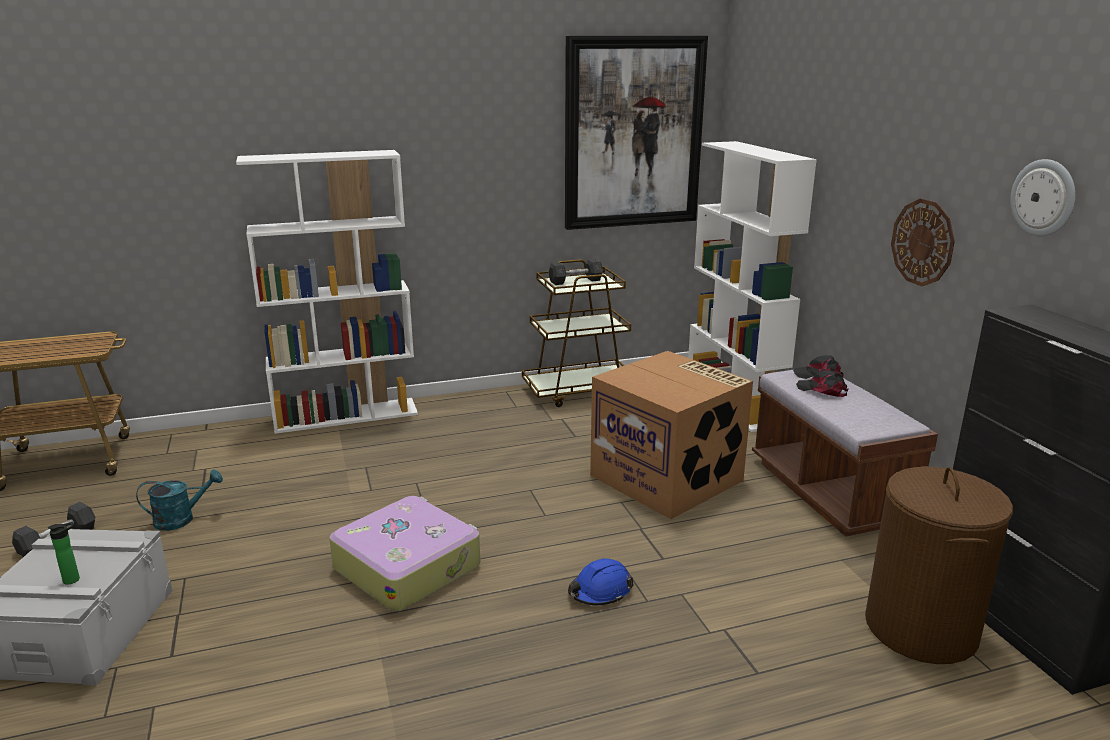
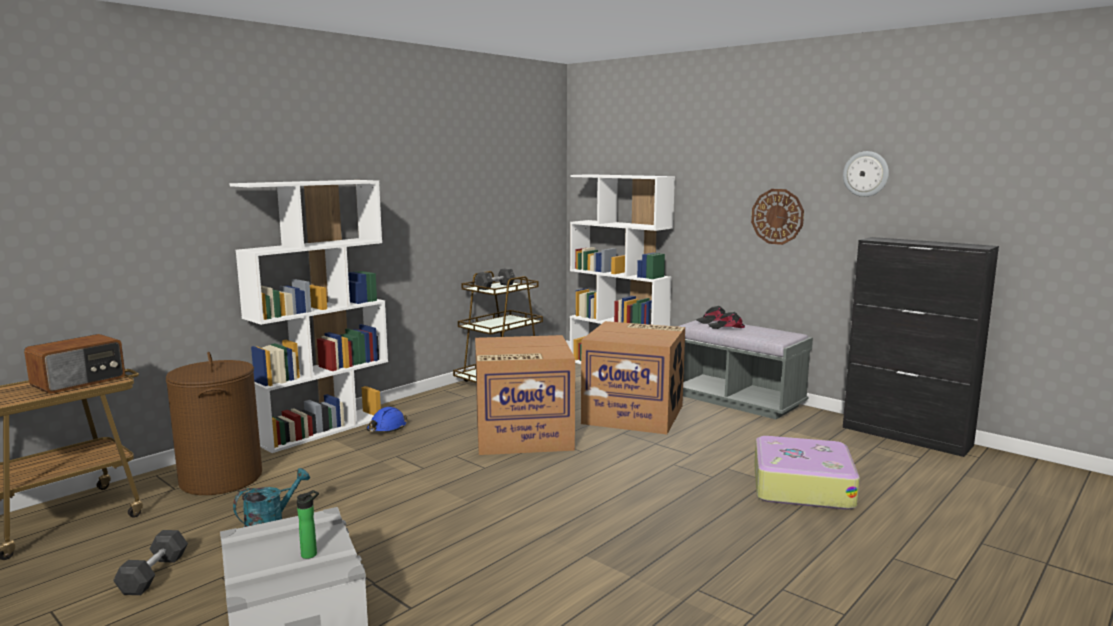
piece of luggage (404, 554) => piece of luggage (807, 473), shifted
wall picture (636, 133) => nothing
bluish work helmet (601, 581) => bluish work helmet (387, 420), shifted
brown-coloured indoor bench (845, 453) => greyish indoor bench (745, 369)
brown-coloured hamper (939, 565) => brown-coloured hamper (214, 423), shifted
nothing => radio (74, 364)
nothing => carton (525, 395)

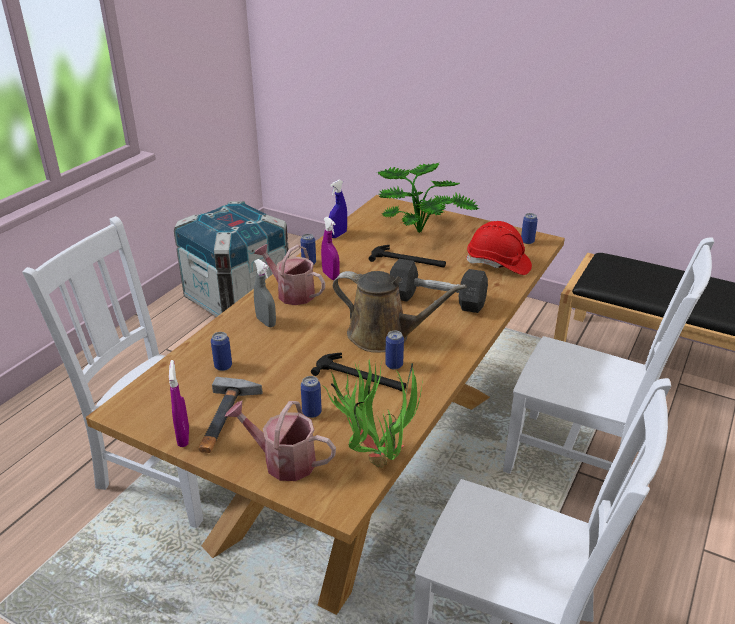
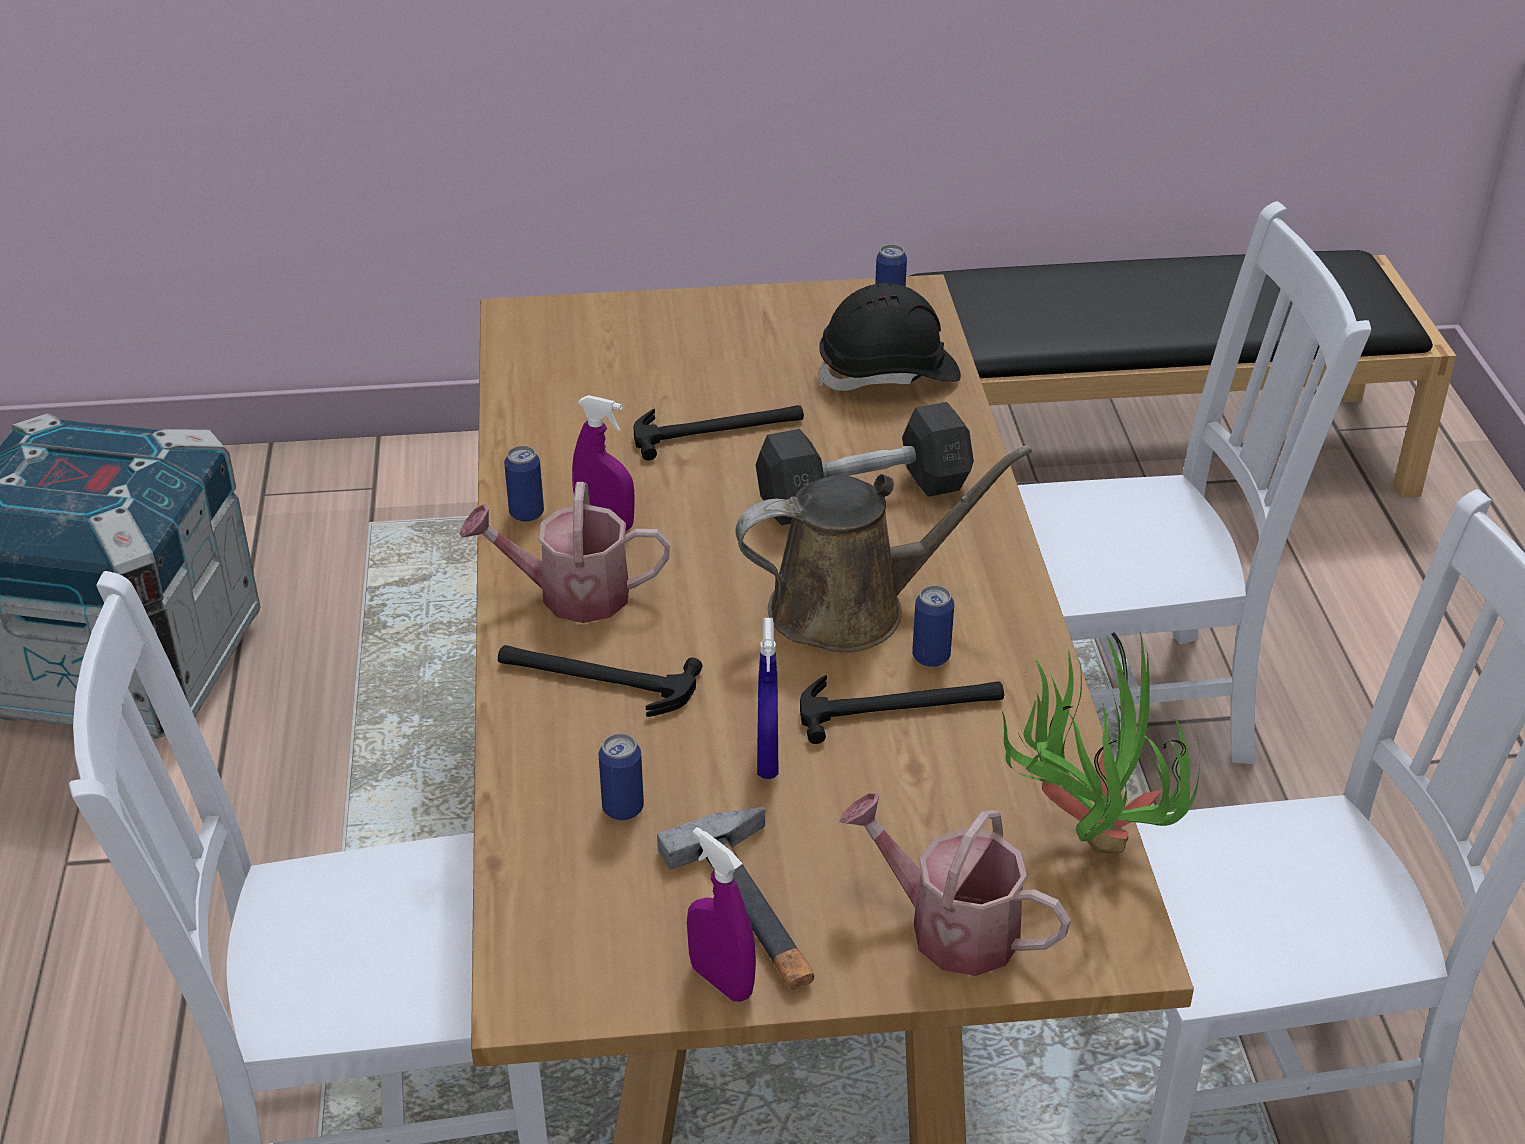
watering pot (280, 441) => watering pot (955, 884), 45 degrees clockwise
greyish sprayer (265, 293) => hammer (600, 681)
metal can (311, 397) => nothing
bluish sprayer (338, 209) => bluish sprayer (767, 698), shifted
plant in a pot (428, 197) => nothing
red work helmet (499, 248) => black-coloured work helmet (890, 337)

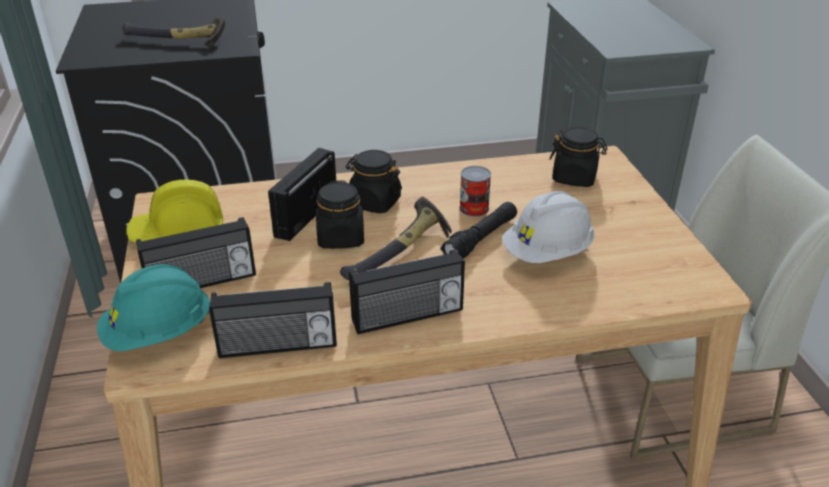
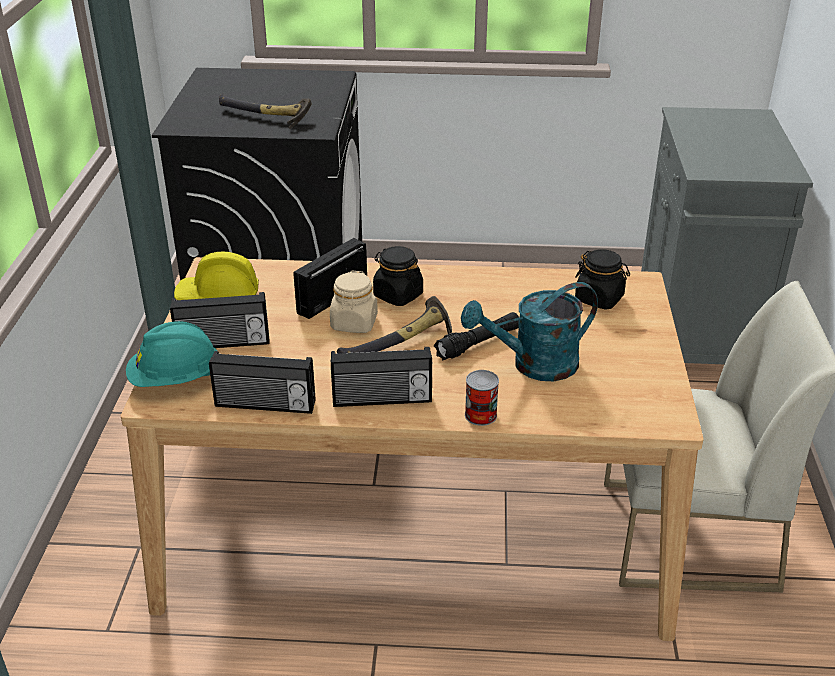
black-coloured jar (340, 214) => beige jar (354, 301)
metal can (475, 191) => metal can (482, 398), shifted
white work helmet (548, 227) => turquoise-coloured watering pot (529, 331)

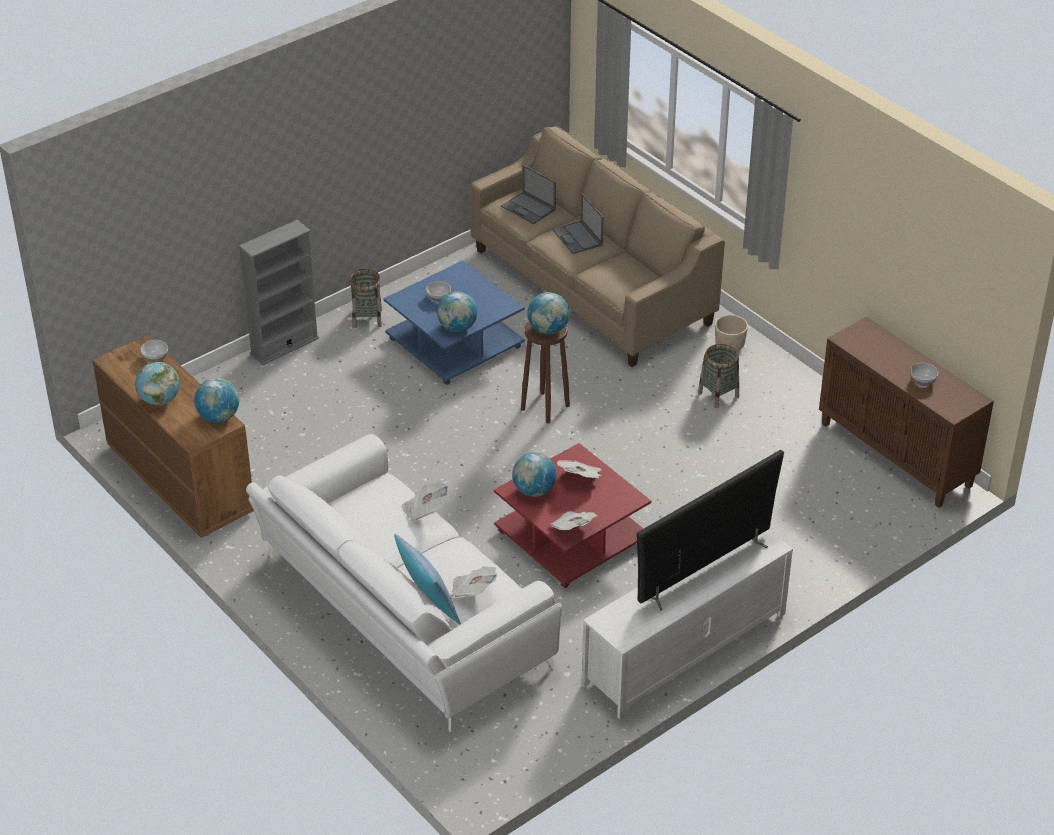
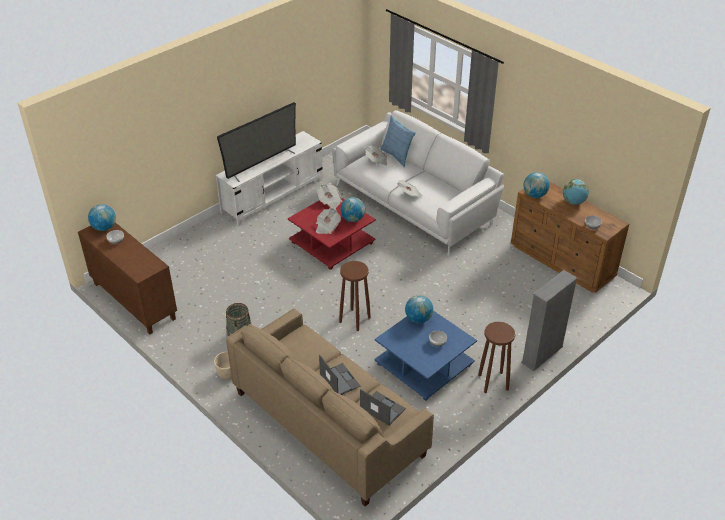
storage basket (365, 298) => brown-coloured stool (496, 357)
globe (548, 313) => globe (102, 217), shifted

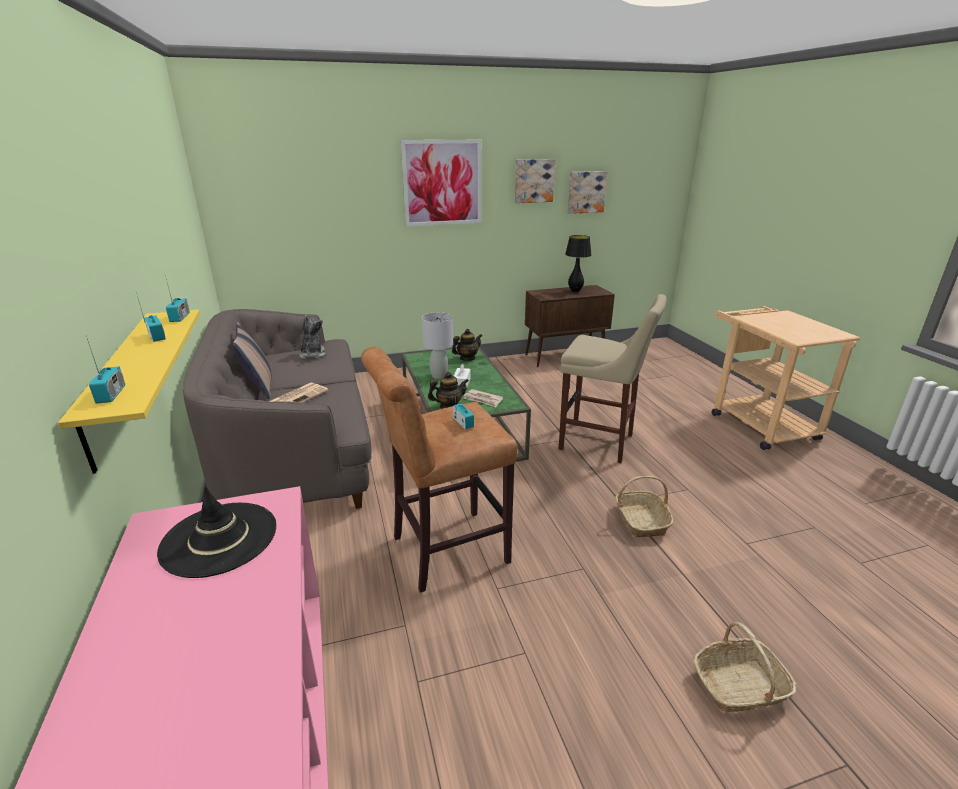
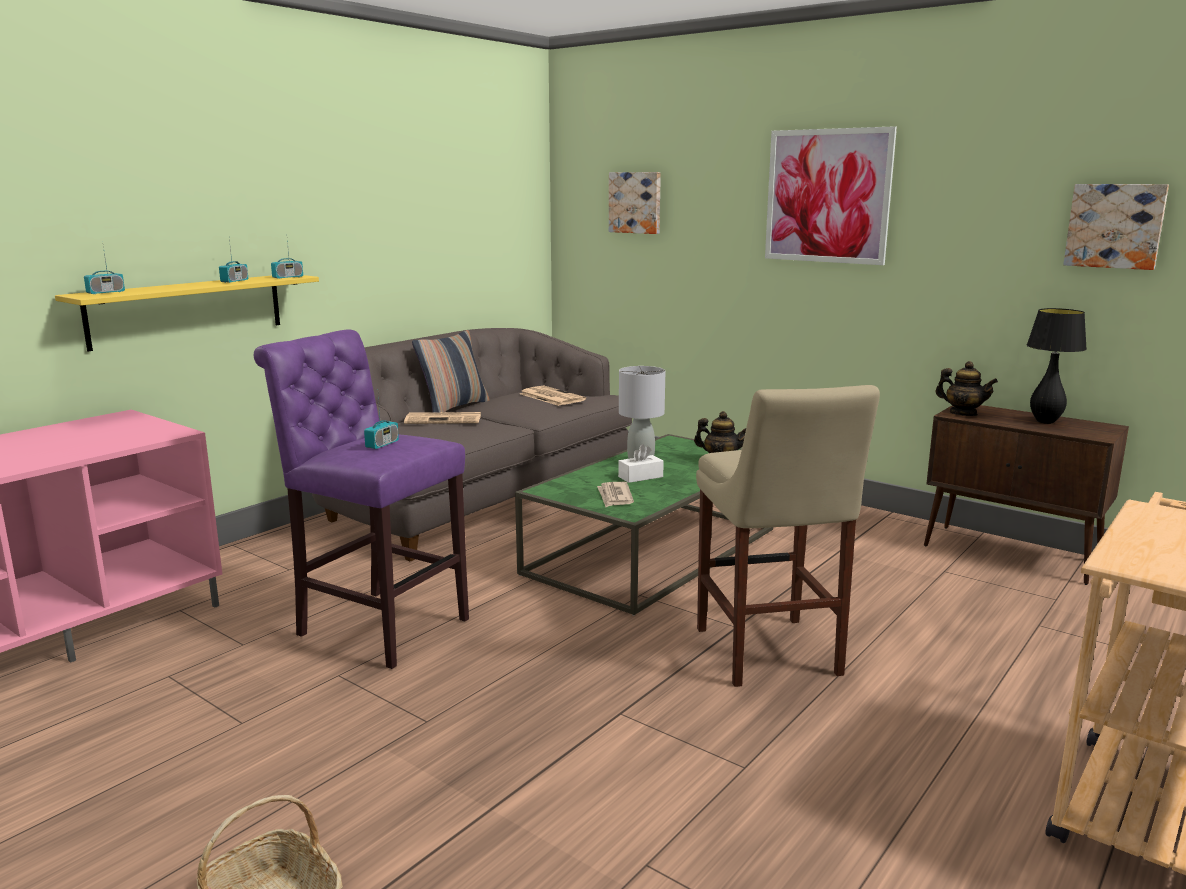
black-coloured clothing hat (216, 532) => nothing
cuddly toy (312, 337) => newspaper (553, 396)
brown-coloured stool (439, 470) => purple-coloured stool (361, 499)
teapot (448, 390) => teapot (966, 388), shifted
wall picture (535, 181) => wall picture (635, 203), shifted
storage basket (644, 507) => nothing

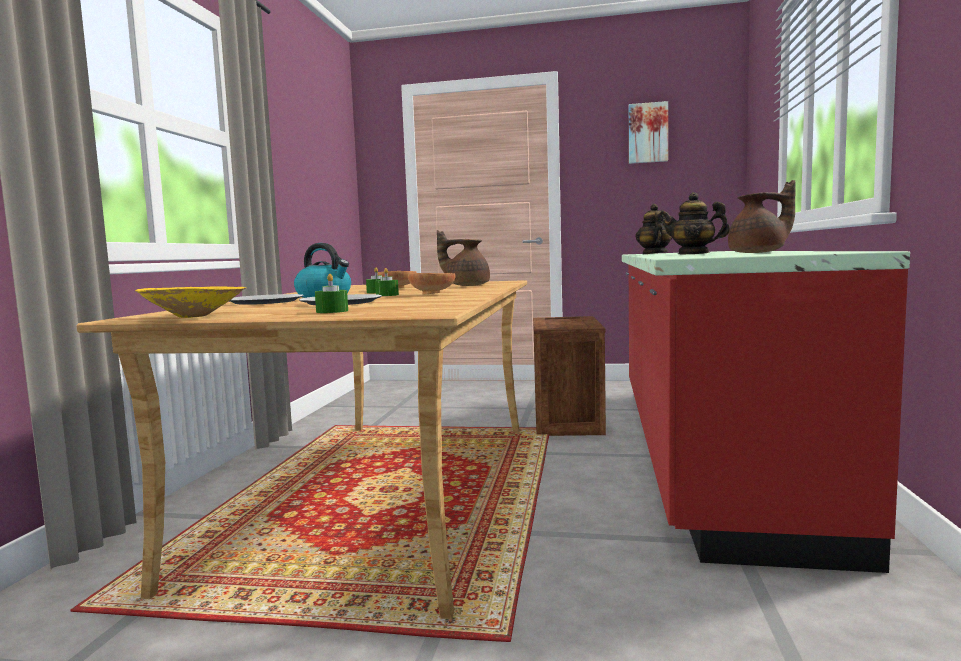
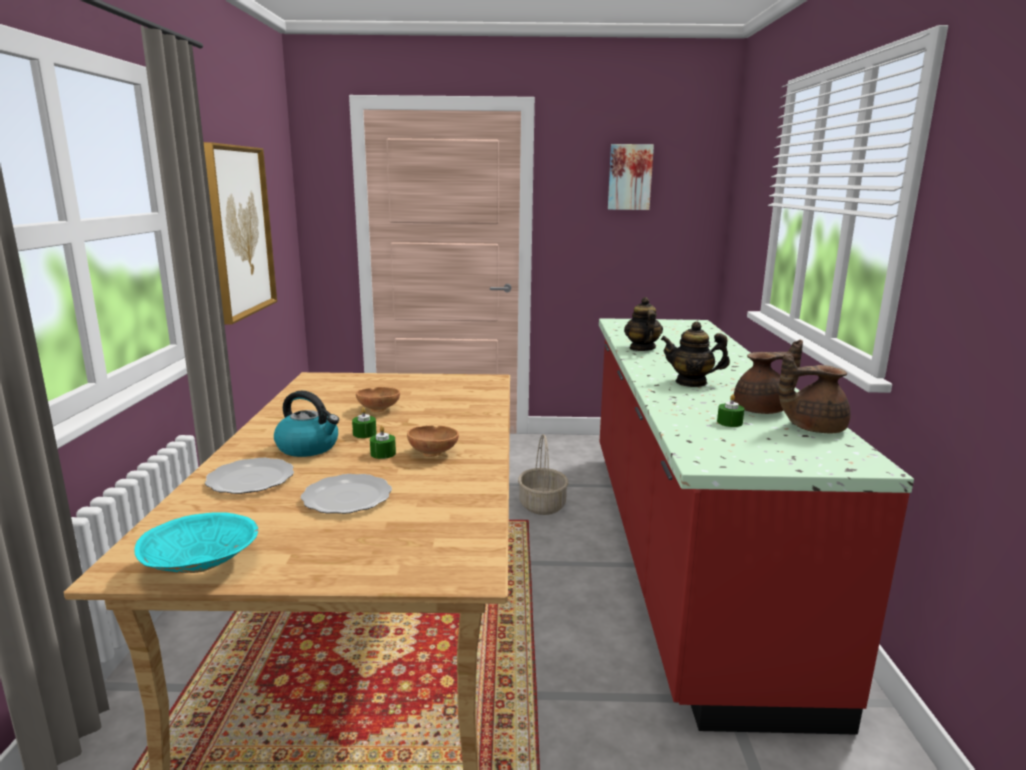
yellow deep dish (190, 302) => turquoise-coloured deep dish (196, 542)
greenish wax light (331, 293) => greenish wax light (730, 410), shifted
brown-coloured teapot (463, 258) => brown-coloured teapot (815, 394), shifted
packing crate (569, 376) => storage basket (543, 474)
nothing => wall picture (240, 233)

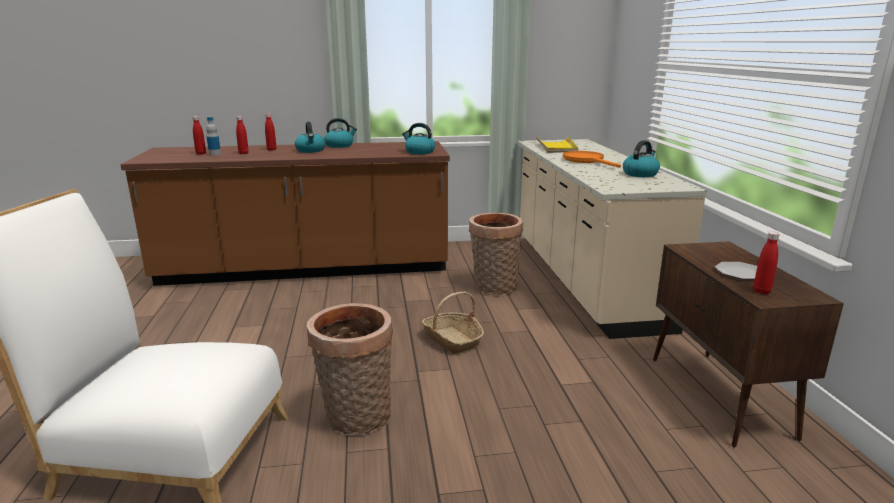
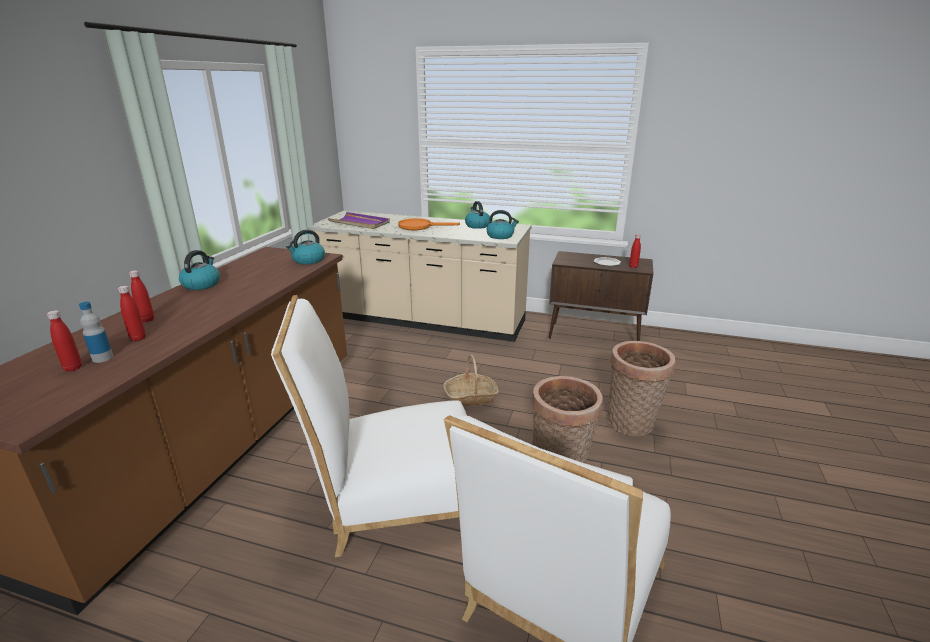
tea kettle (310, 137) => tea kettle (503, 224), shifted
storage basket (496, 253) => storage basket (641, 388), shifted
yellow tray (557, 145) => purple-coloured tray (359, 220)
nothing => white plain chair (369, 426)

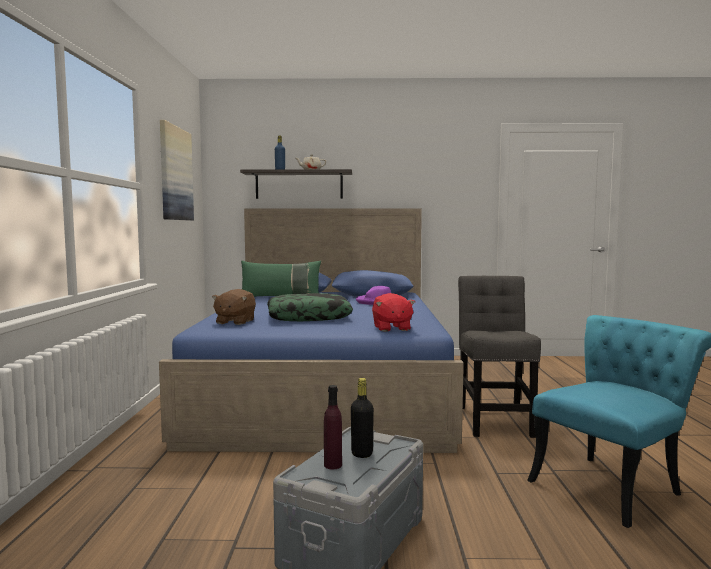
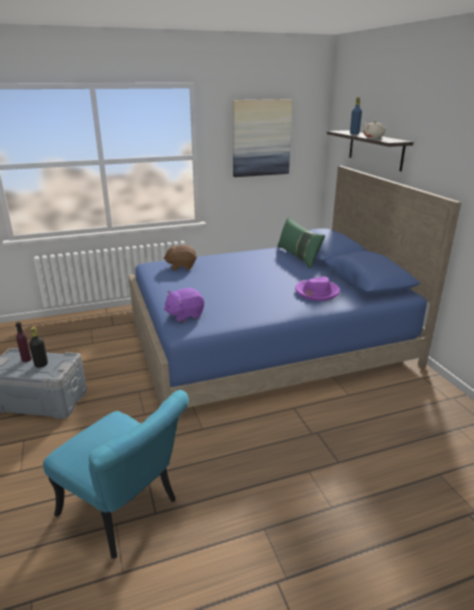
throw pillow (310, 307) => nothing
red cuddly toy (393, 312) => purple-coloured cuddly toy (184, 305)
greyish plain chair (499, 357) => nothing

